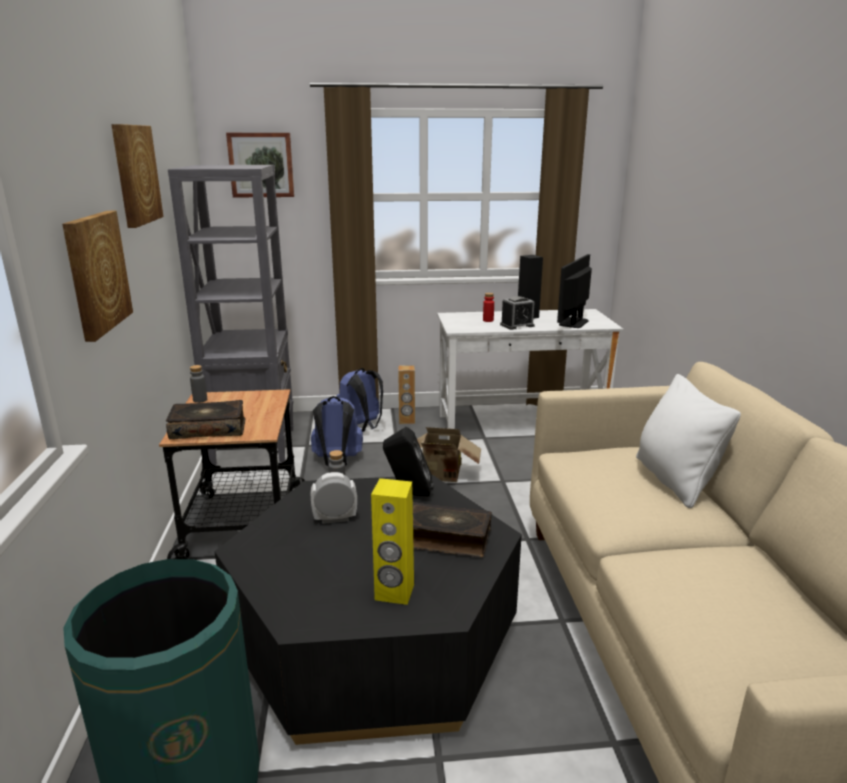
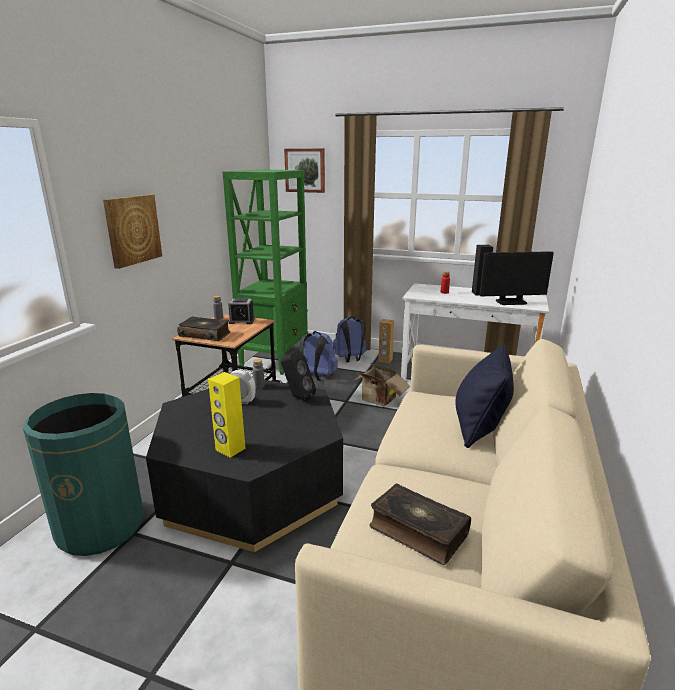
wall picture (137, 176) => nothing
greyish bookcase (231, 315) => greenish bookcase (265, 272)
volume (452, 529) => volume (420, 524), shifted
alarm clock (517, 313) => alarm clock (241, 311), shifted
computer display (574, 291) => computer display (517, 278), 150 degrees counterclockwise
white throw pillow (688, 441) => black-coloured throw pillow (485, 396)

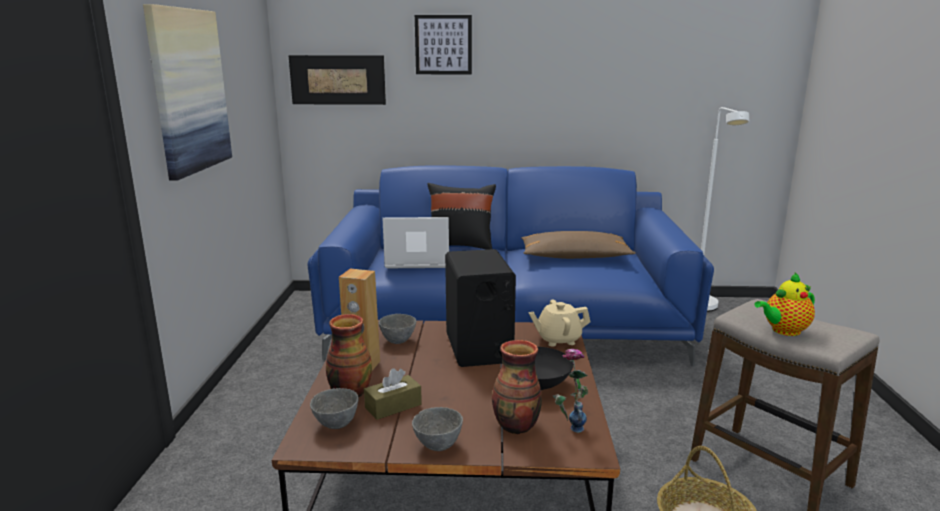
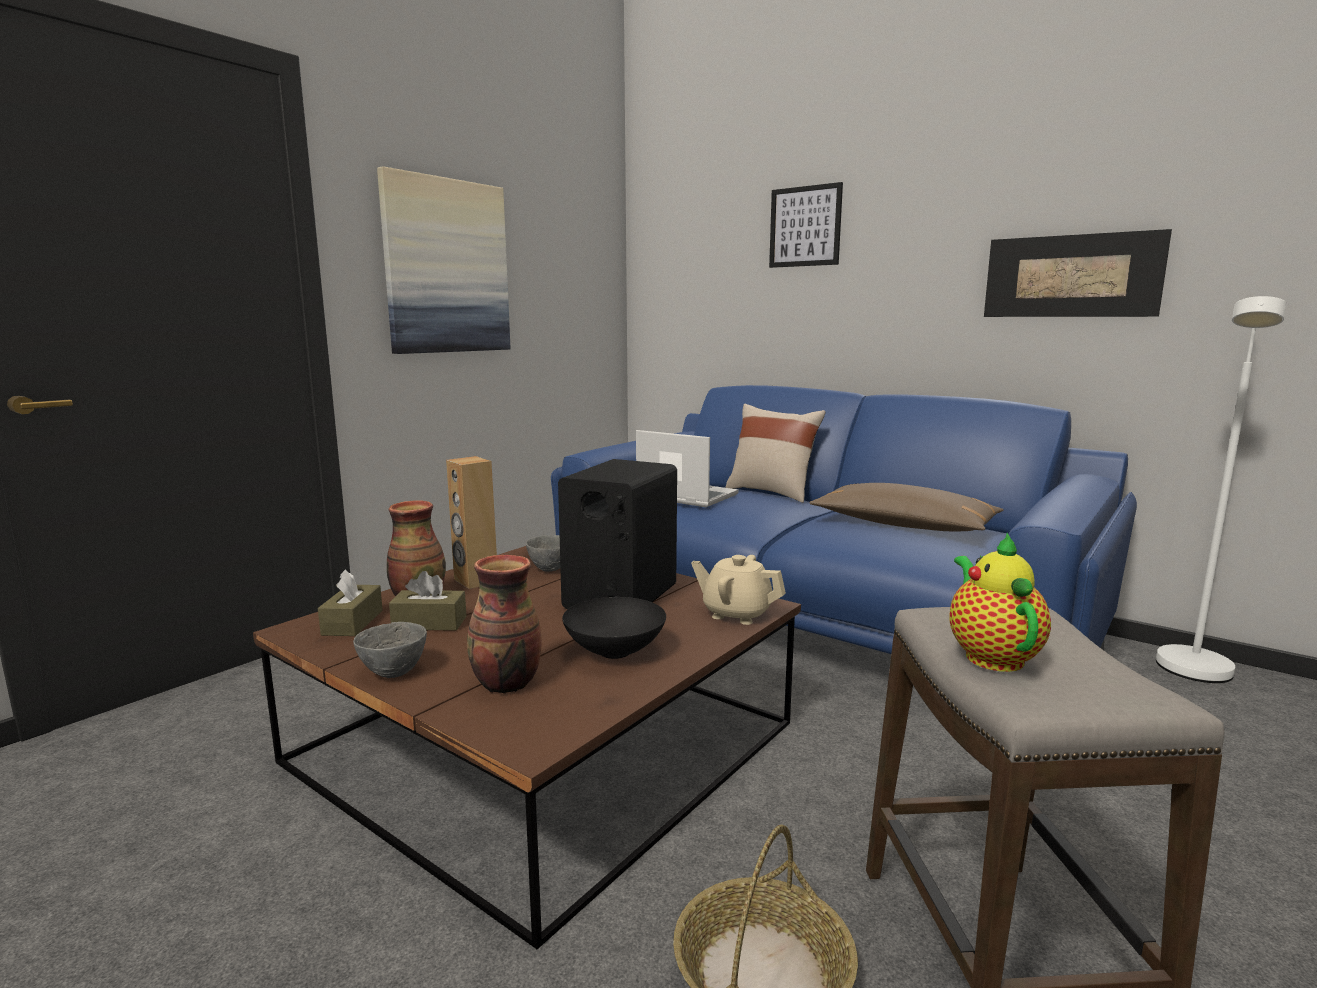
wall picture (337, 80) => wall picture (1078, 273), shifted
greyish deep dish (334, 408) => brown-coloured box of tissues (350, 602)
black-coloured throw pillow (462, 216) => beige throw pillow (775, 453)
flower vase (570, 391) => nothing
teapot (785, 304) => teapot (1000, 602), 75 degrees clockwise

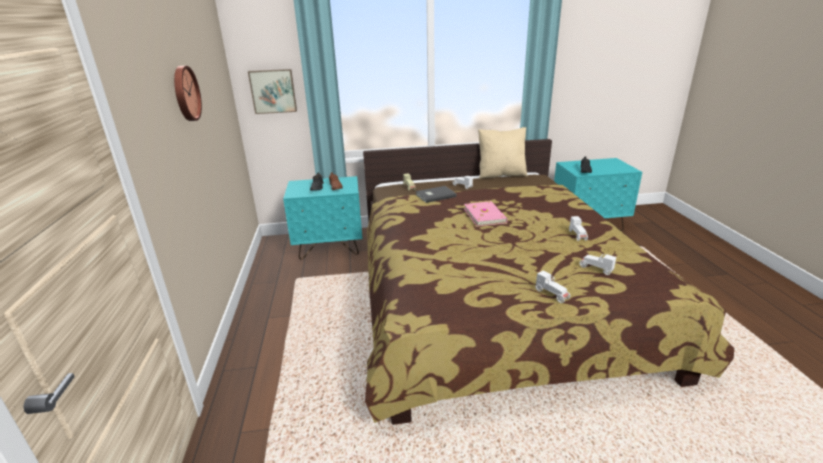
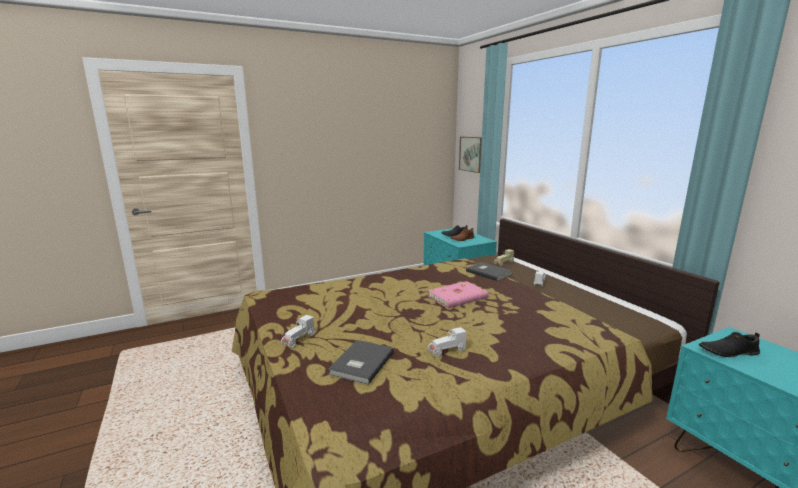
clock on the wall (188, 93) => nothing
beige throw pillow (503, 153) => nothing
white miniature car (597, 264) => greyish volume (361, 362)

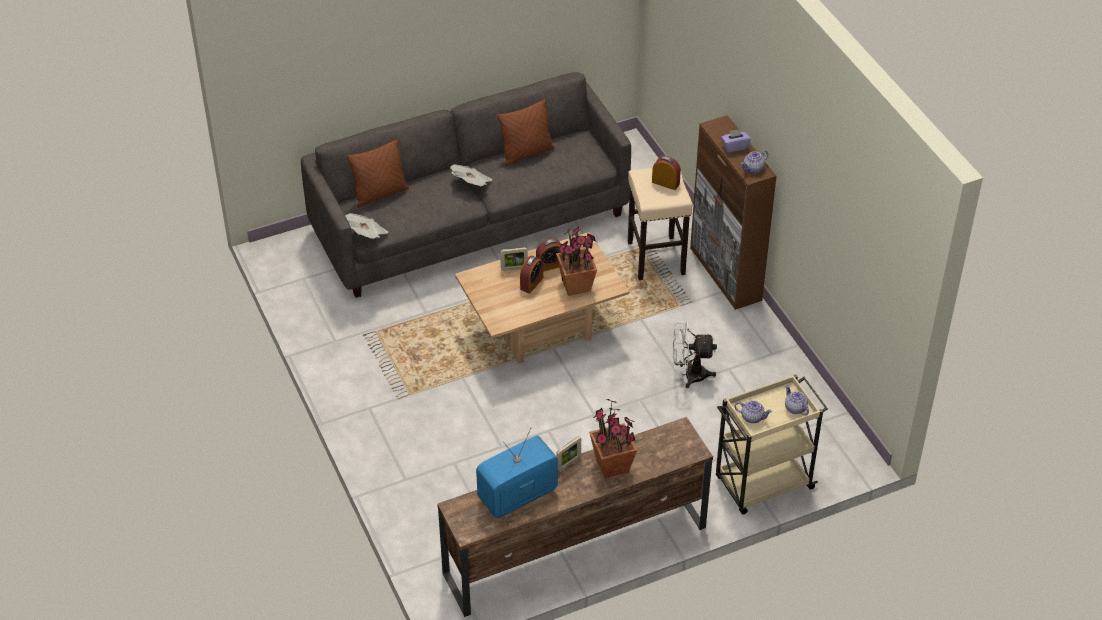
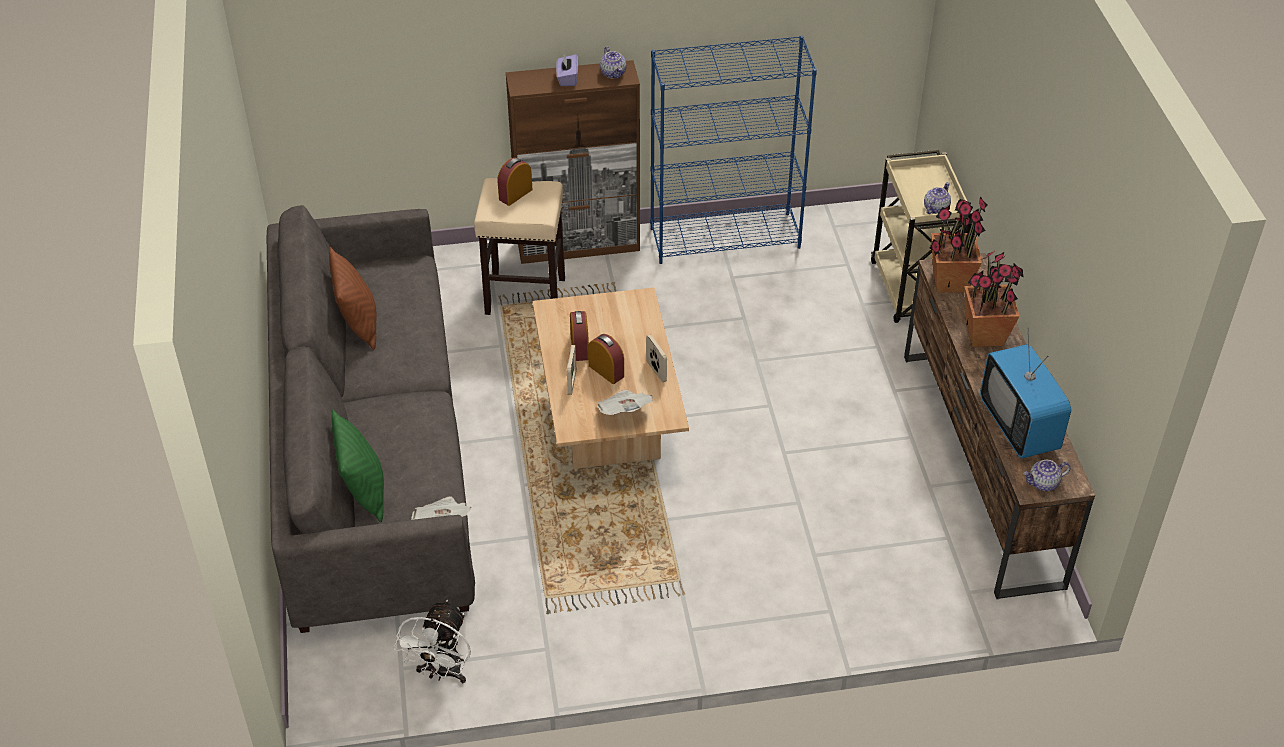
brown-coloured throw pillow (378, 173) => greenish throw pillow (358, 466)
newspaper (471, 175) => newspaper (625, 402), shifted
plant in a pot (576, 261) => plant in a pot (958, 244), shifted
standing frame (568, 454) => standing frame (656, 358), shifted
white electric fan (695, 354) => white electric fan (432, 641), shifted
teapot (797, 400) => teapot (1047, 475), shifted
nothing => bluish bookcase (733, 150)

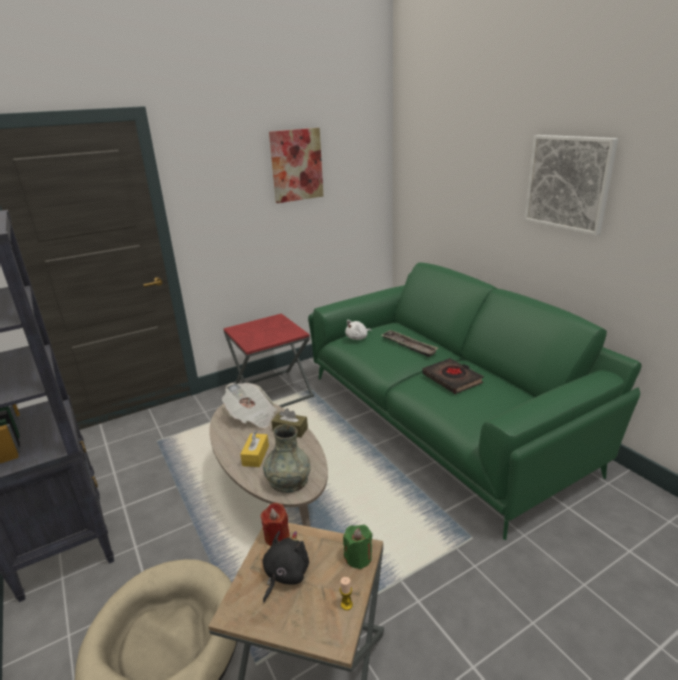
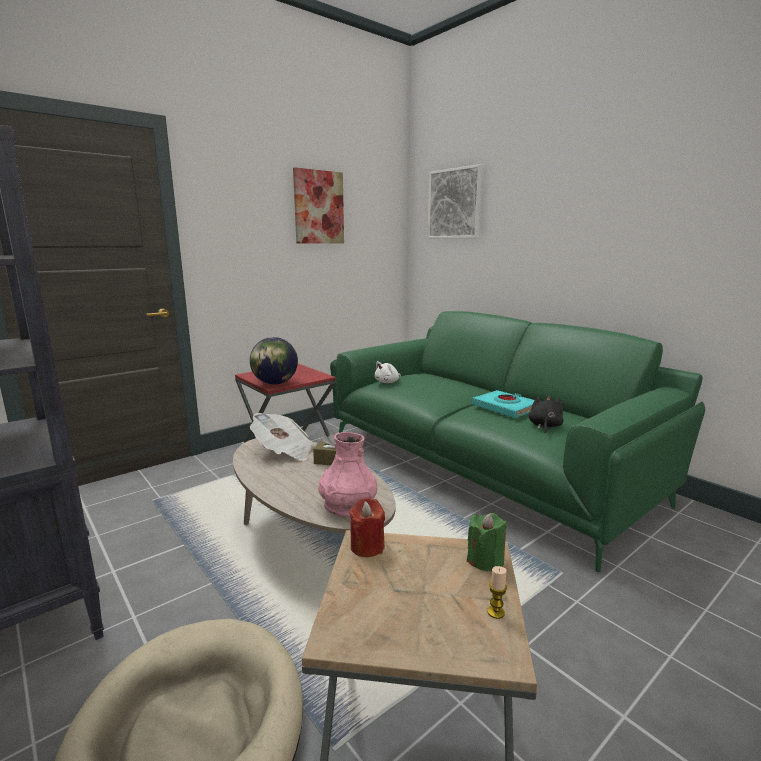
yellow box of tissues (254, 448) => nothing
greyish flower vase (286, 458) => pink flower vase (347, 474)
black-coloured cuddly toy (286, 567) => black-coloured cuddly toy (546, 414), shifted
tray (410, 343) => nothing
black-coloured volume (453, 376) => turquoise-coloured volume (503, 404)
wall picture (571, 185) => wall picture (455, 201), shifted
nothing => globe (274, 361)

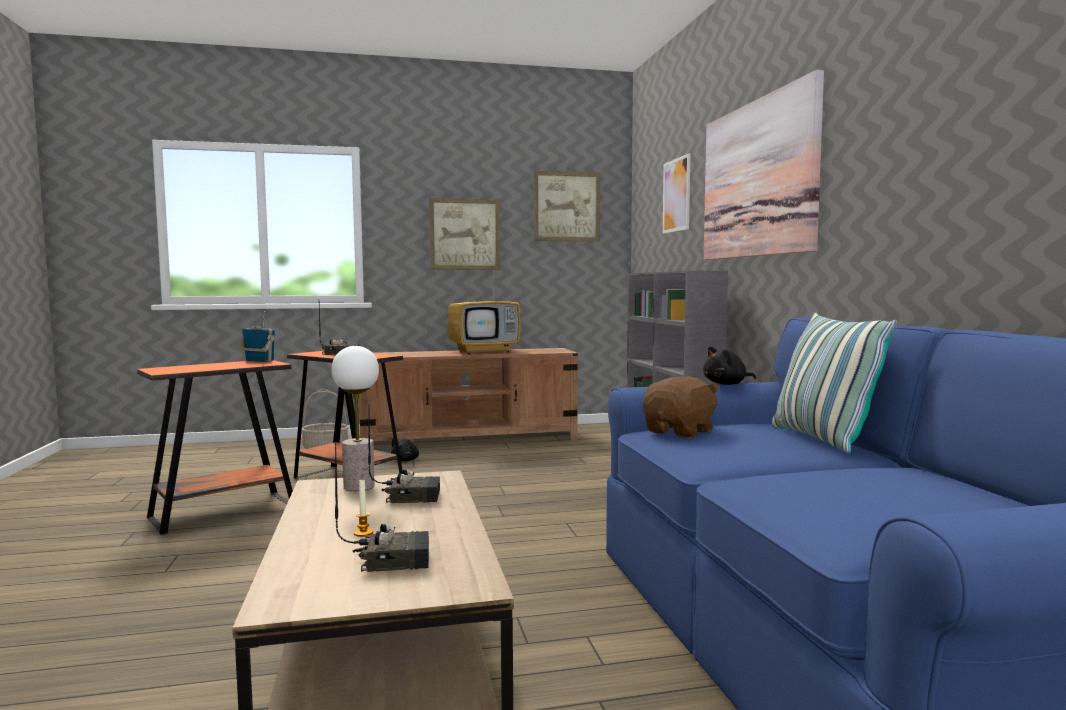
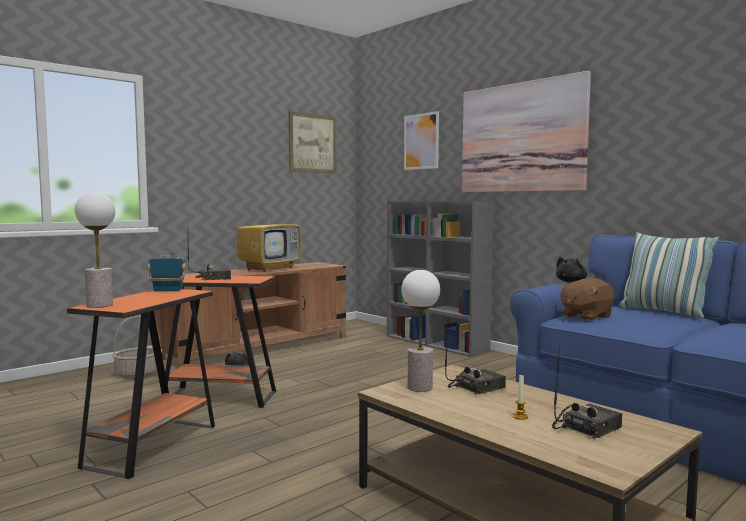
wall picture (464, 234) => nothing
brown-coloured cuddly toy (681, 407) => brown-coloured cuddly toy (587, 299), 135 degrees counterclockwise
nothing => table lamp (95, 250)

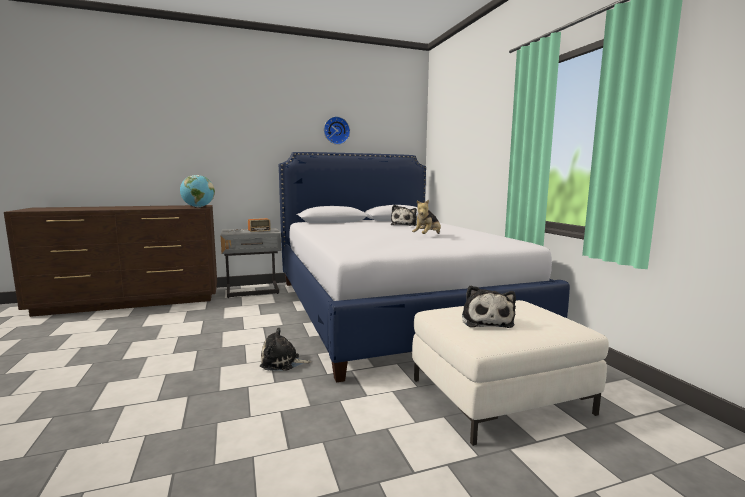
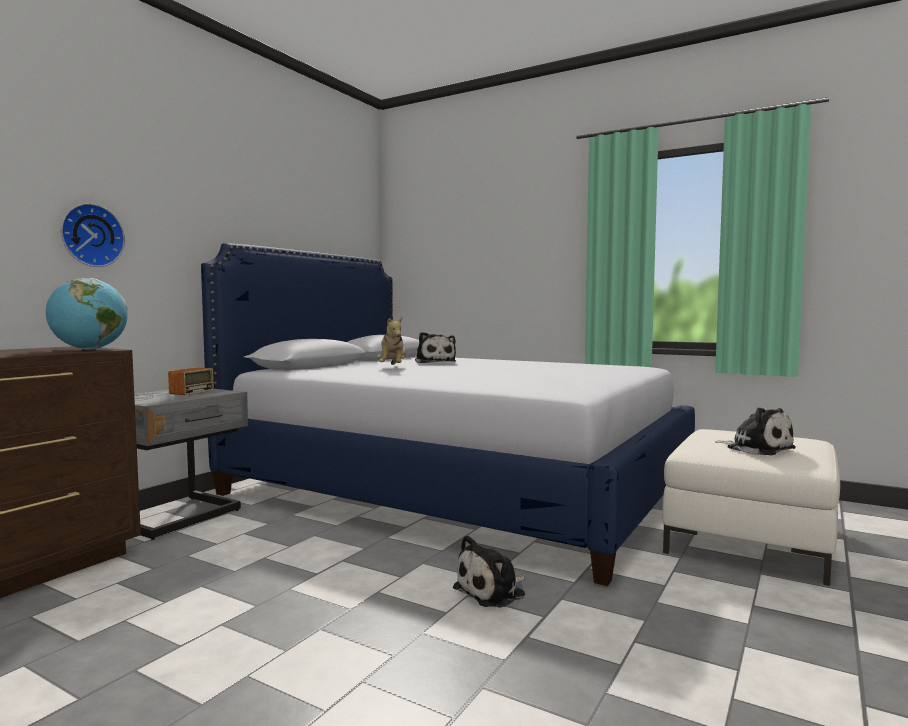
clock on the wall (337, 130) => clock on the wall (93, 235), shifted
cuddly toy (426, 217) => cuddly toy (391, 341), shifted

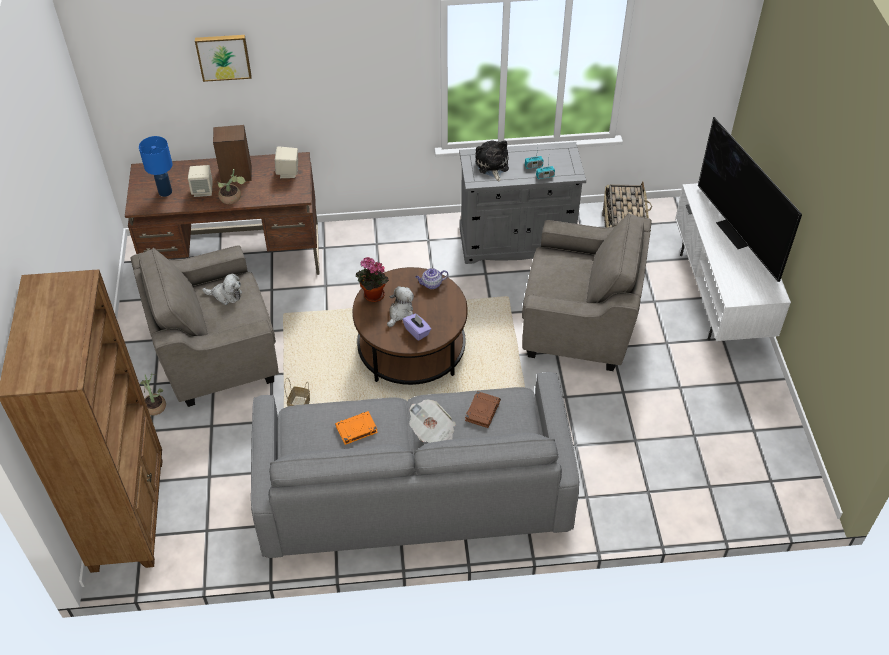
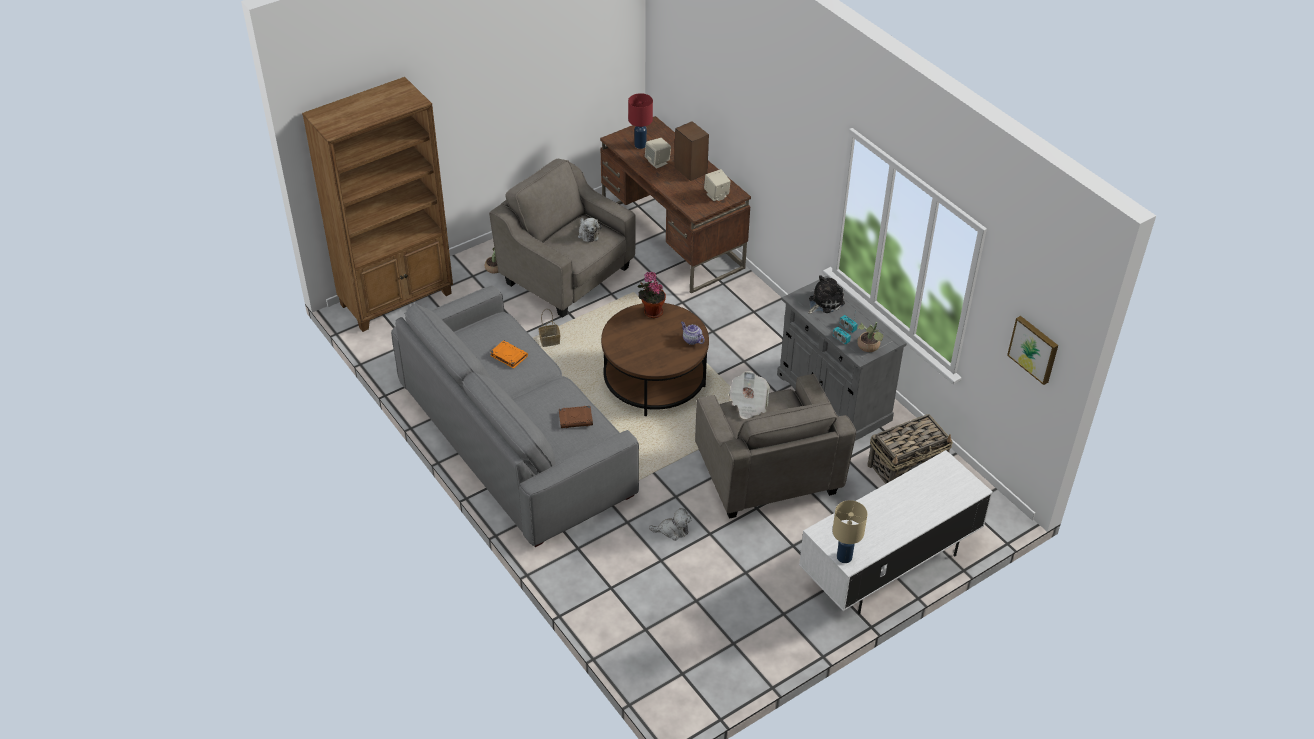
bluish table lamp (155, 166) => red table lamp (640, 121)
wall picture (223, 58) => wall picture (1032, 350), shifted
plant in a pot (231, 186) => plant in a pot (870, 337), shifted
cuddly toy (400, 306) => cuddly toy (670, 524), shifted
purple-coloured box of tissues (417, 327) => nothing
newspaper (432, 421) => newspaper (749, 395), shifted
TV set (750, 199) => nothing
nothing => beige table lamp (850, 531)

